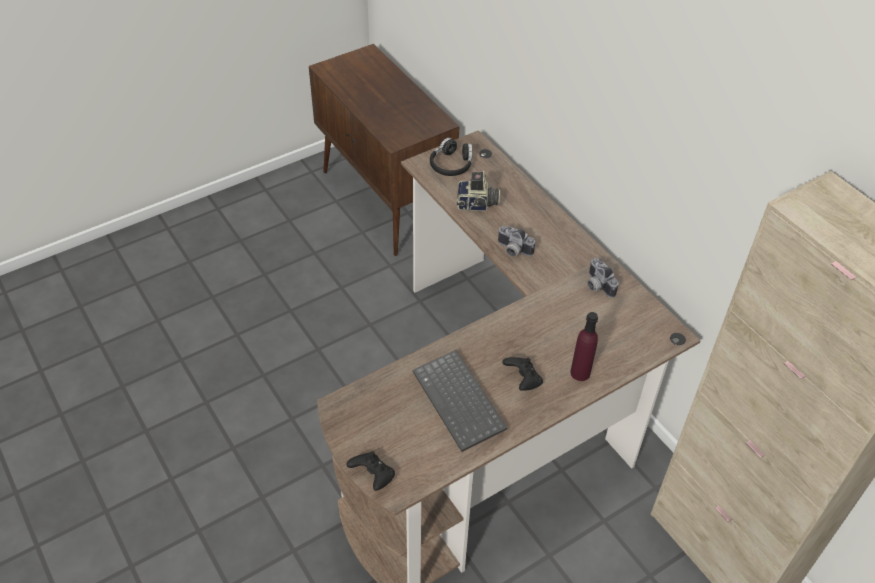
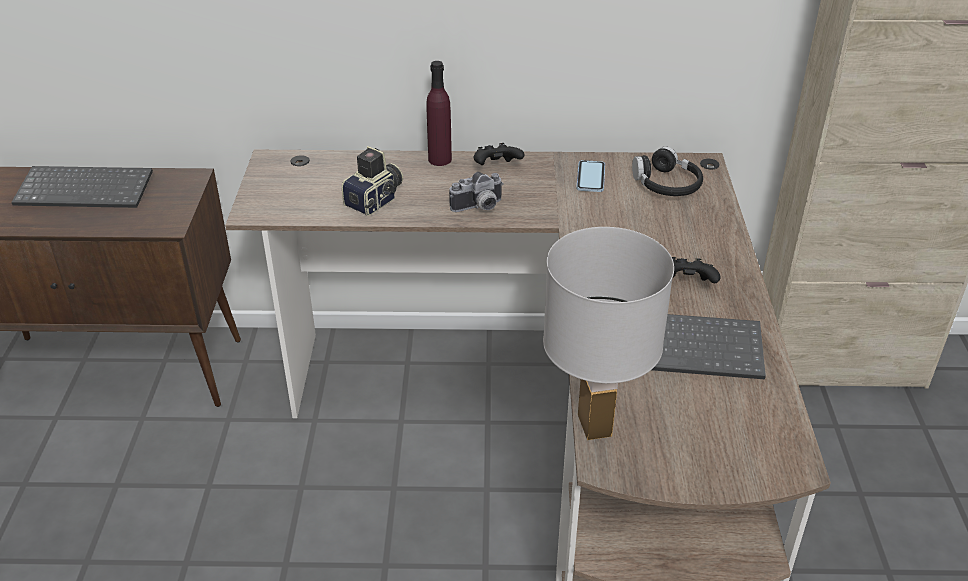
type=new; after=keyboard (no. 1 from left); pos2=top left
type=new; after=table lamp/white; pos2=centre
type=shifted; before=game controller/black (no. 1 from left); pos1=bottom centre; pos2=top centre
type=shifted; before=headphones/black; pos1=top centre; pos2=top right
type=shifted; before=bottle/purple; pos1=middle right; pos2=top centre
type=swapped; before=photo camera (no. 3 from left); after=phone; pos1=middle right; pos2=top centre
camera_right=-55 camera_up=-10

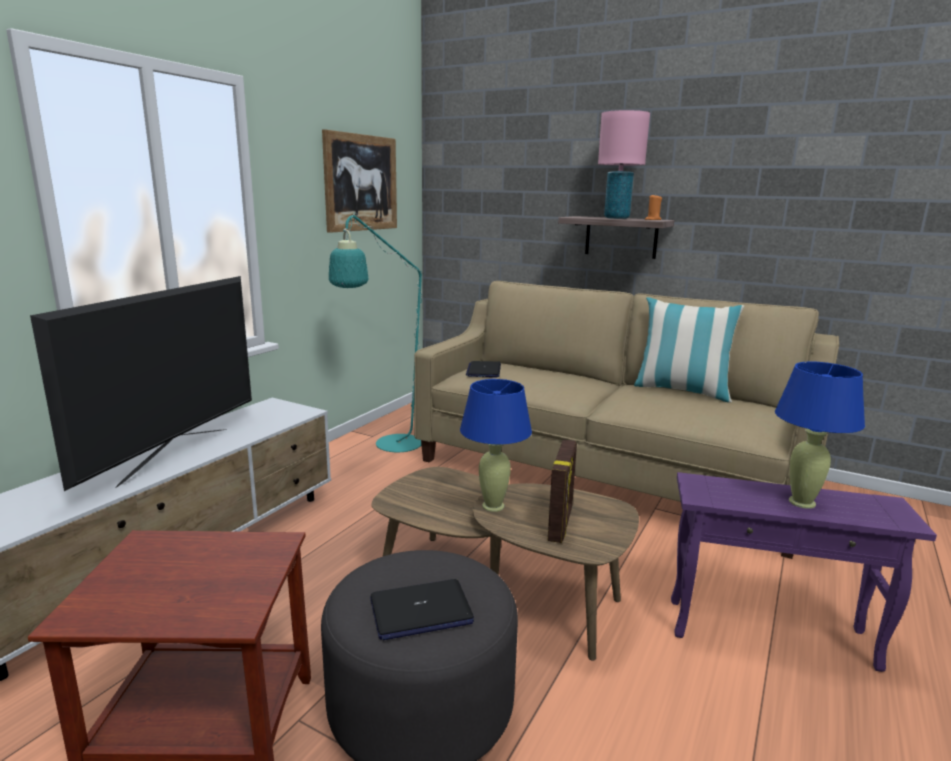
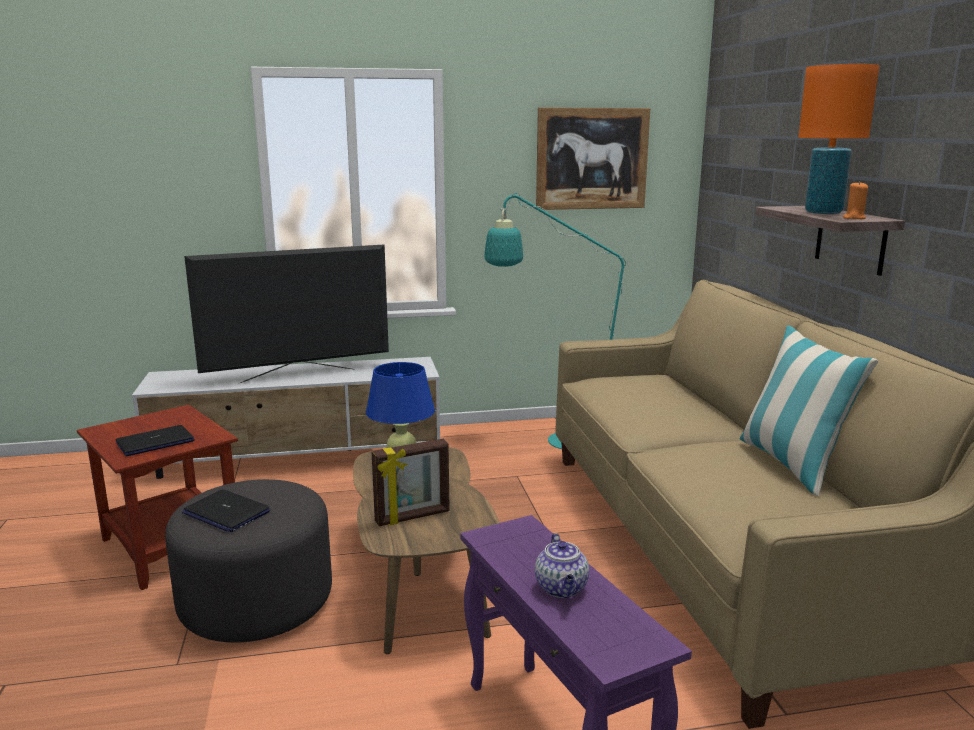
type=shifted; before=laptop (no. 2 from left in the first image); after=laptop (no. 1 from left); pos1=centre; pos2=middle left
type=swapped; before=table lamp/blue (no. 2 from left); after=teapot; pos1=middle right; pos2=bottom centre
type=repainted; before=table lamp/pink; after=table lamp/orange; pos1=top centre; pos2=top right
camera_right=50 camera_up=0

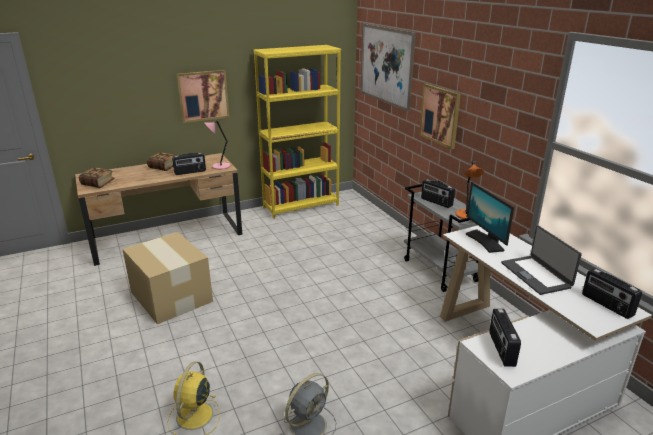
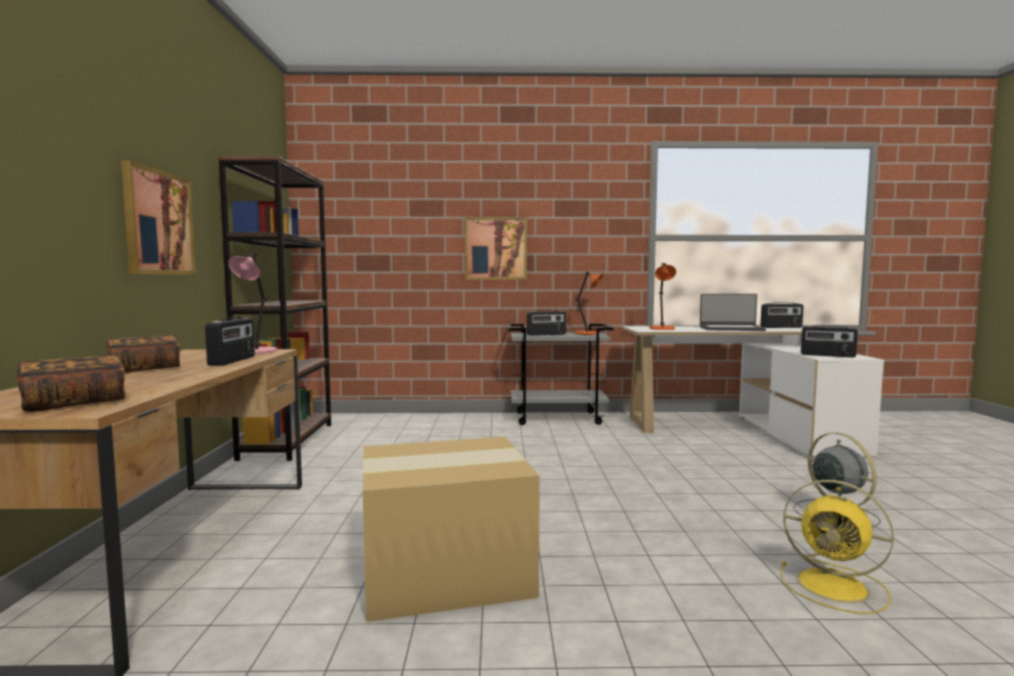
type=gone; before=picture (no. 2 from left); pos1=top centre
type=swapped; before=monitor; after=table lamp/orange (no. 2 from left); pos1=middle right; pos2=centre
type=repainted; before=bookcase/yellow; after=bookcase/brown; pos1=top centre; pos2=middle left
camera_right=-65 camera_up=-20

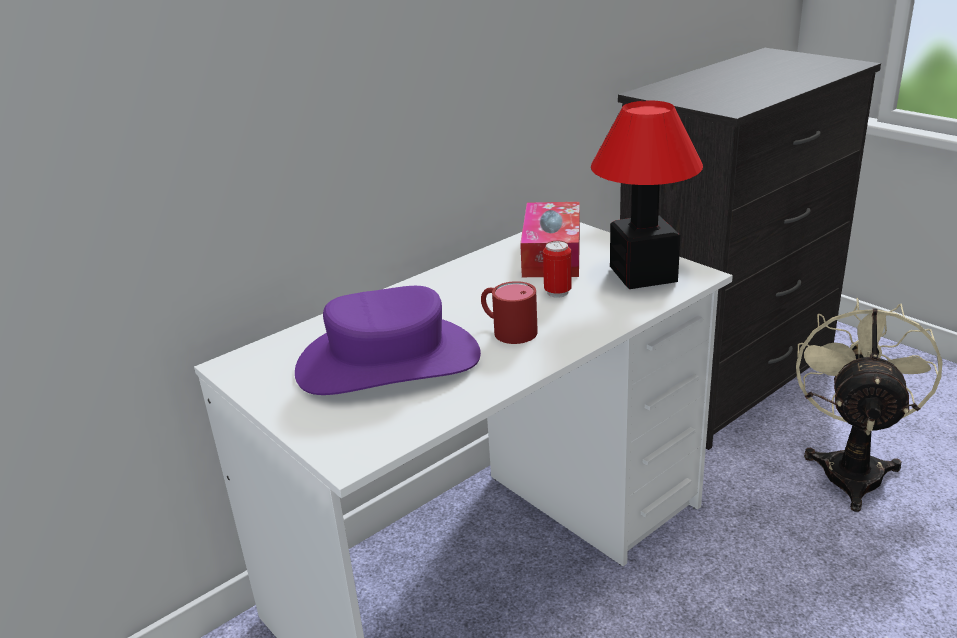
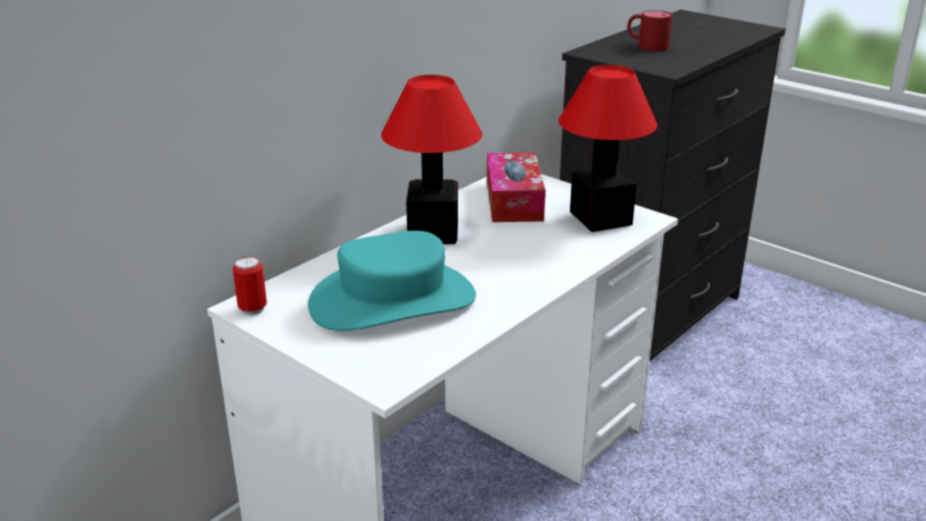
type=gone; before=fan/beige; pos1=middle right
type=new; after=table lamp (no. 1 from left); pos2=top centre
type=shifted; before=mug/red; pos1=centre; pos2=top right
type=shifted; before=can; pos1=centre; pos2=middle left
type=repainted; before=hat/purple; after=hat/turquoise; pos1=centre; pos2=centre
camera_right=-10 camera_up=0

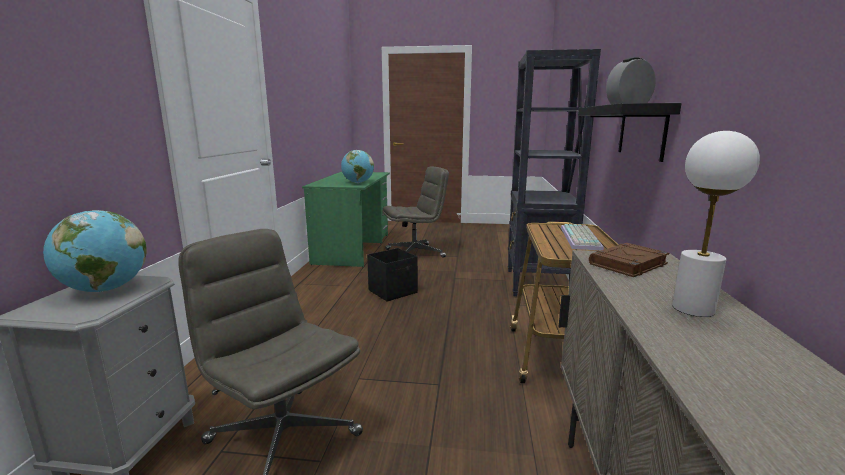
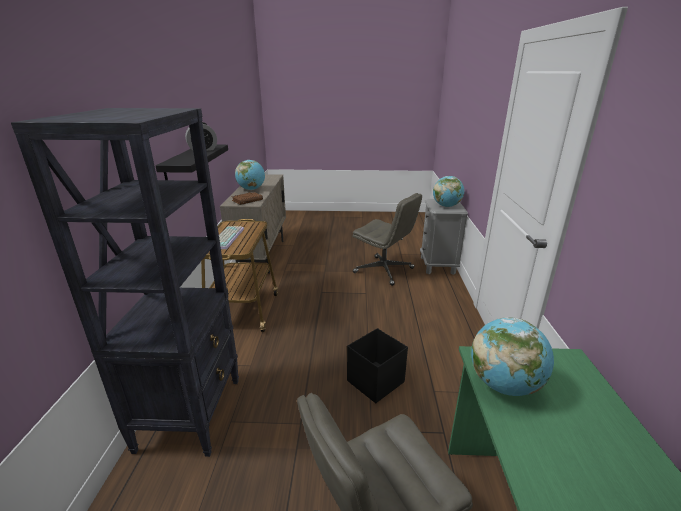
type=swapped; before=table lamp/white; after=globe (no. 1 from left); pos1=middle right; pos2=centre
camera_right=175 camera_up=10

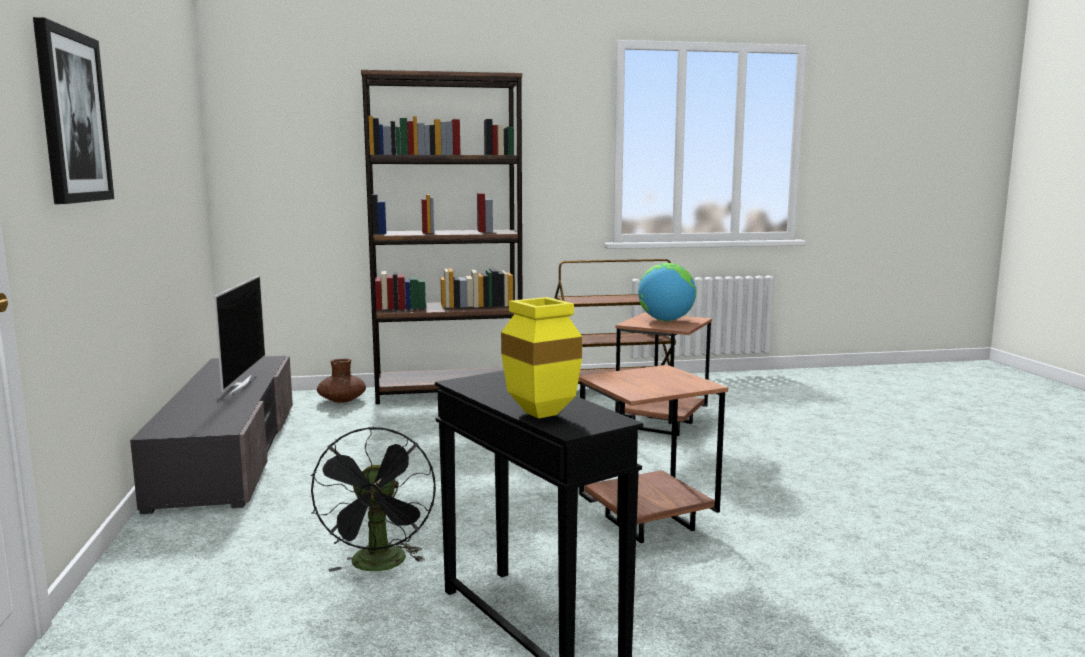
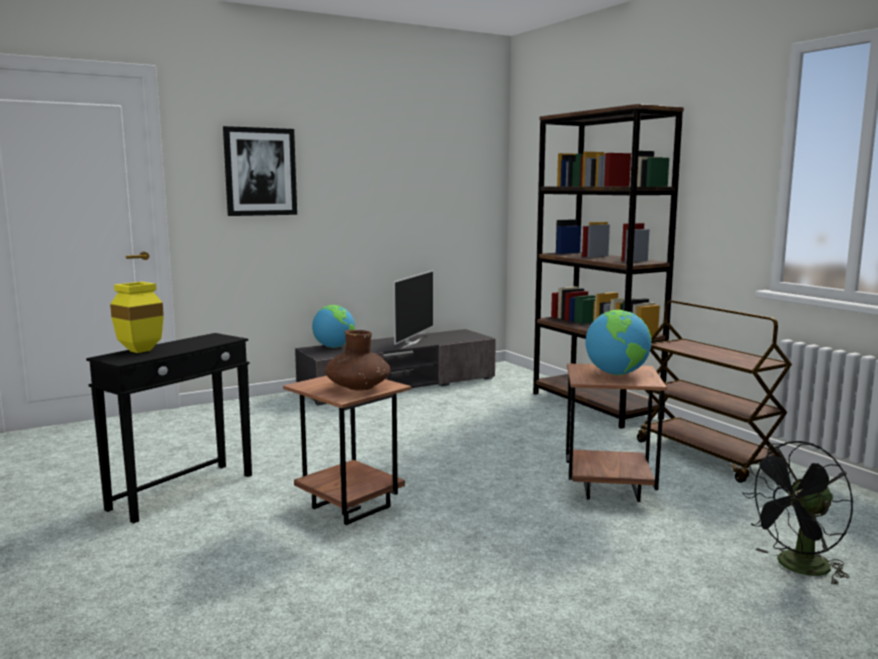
type=new; after=globe (no. 1 from left); pos2=centre
type=shifted; before=fan/black; pos1=bottom centre; pos2=bottom right
type=shifted; before=vase/brown; pos1=middle left; pos2=centre
type=rotated; before=television; pos1=middle left; pos2=centre; turn=-45
camera_right=70 camera_up=0

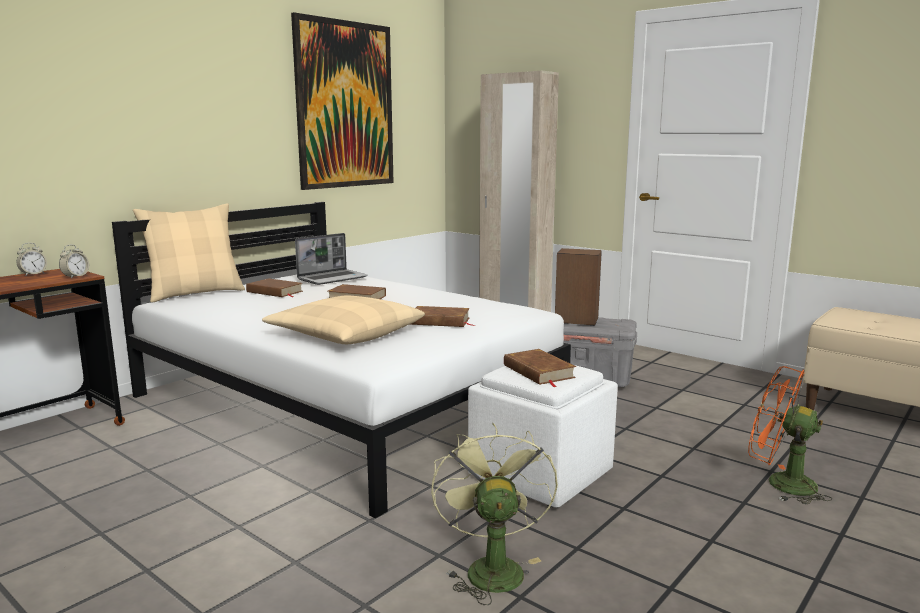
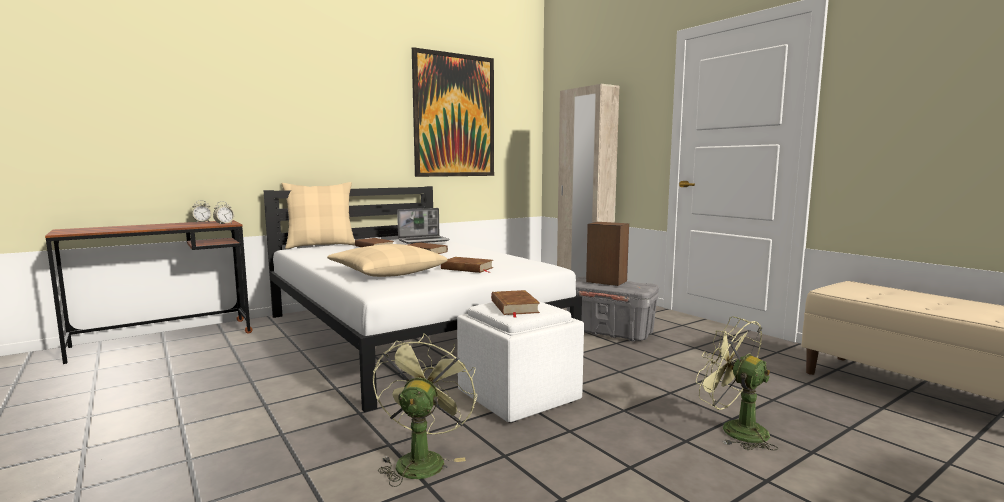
type=repainted; before=fan/orange; after=fan/green (no. 2 from left); pos1=bottom right; pos2=bottom right
camera_right=15 camera_up=-5

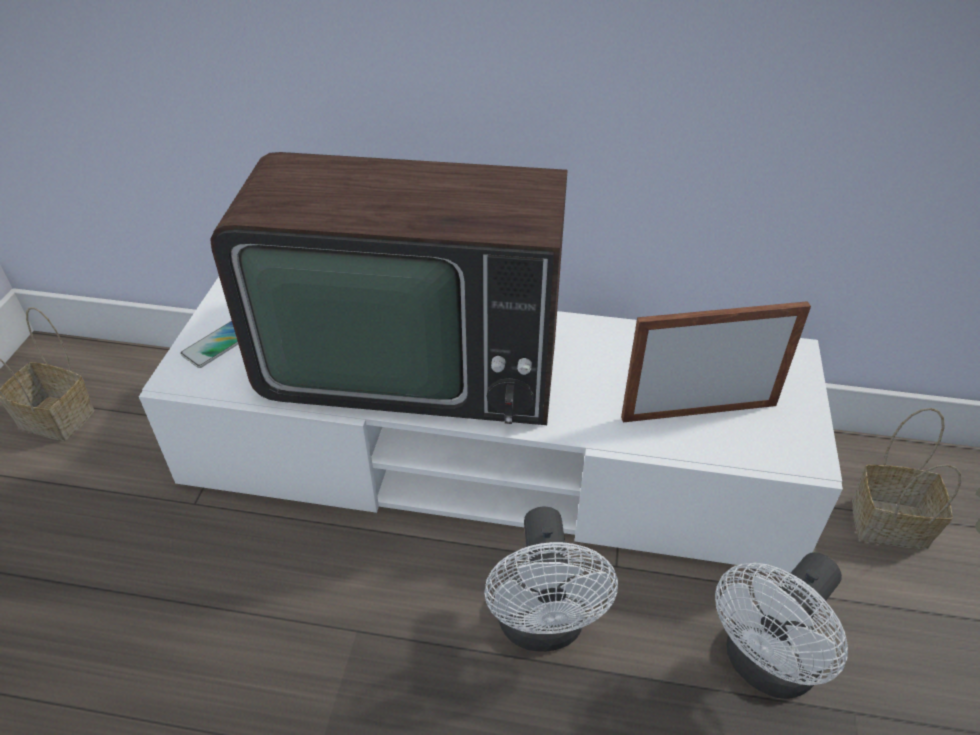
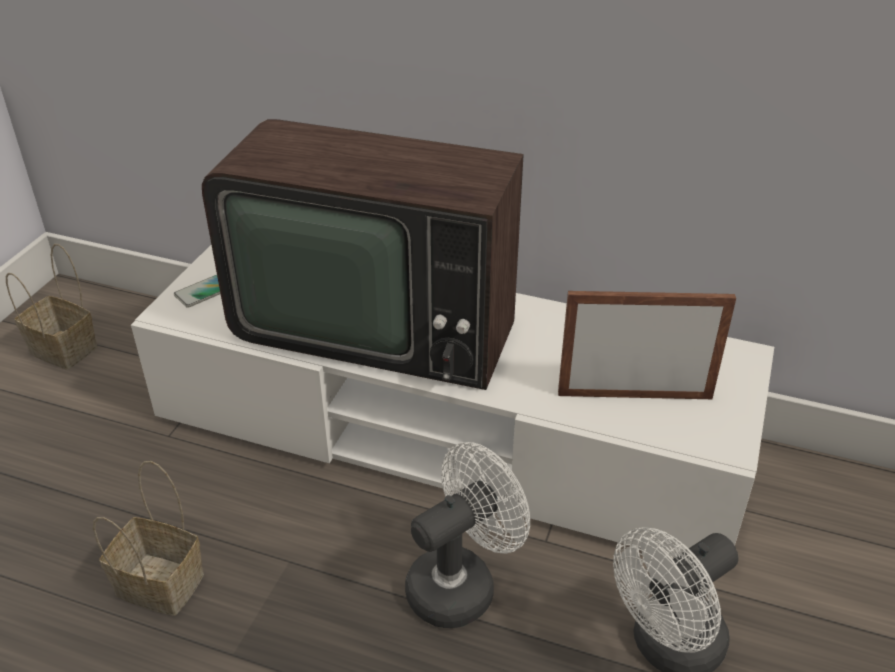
type=shifted; before=basket (no. 2 from left); pos1=middle right; pos2=bottom left
type=rotated; before=fan/white (no. 1 from left); pos1=bottom centre; pos2=bottom centre; turn=-135
camera_right=10 camera_up=-5

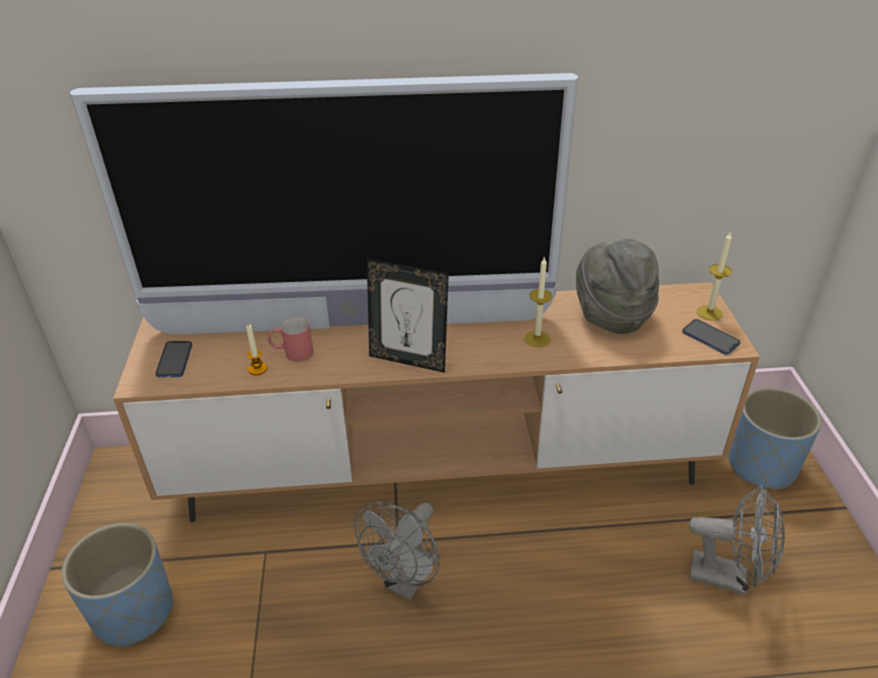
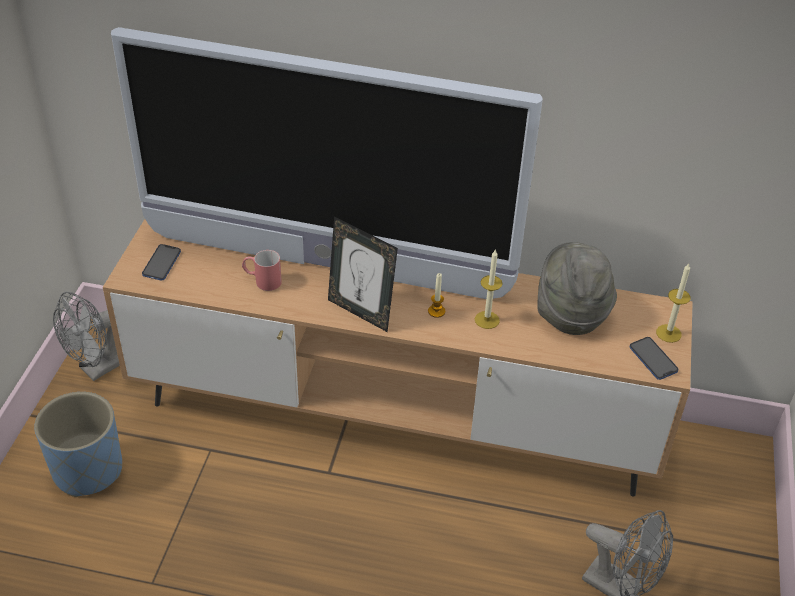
type=gone; before=planter/blue (no. 2 from left); pos1=middle right
type=shifted; before=candle (no. 1 from left); pos1=middle left; pos2=centre
type=shifted; before=fan/grey (no. 1 from left); pos1=bottom centre; pos2=middle left
camera_right=15 camera_up=5

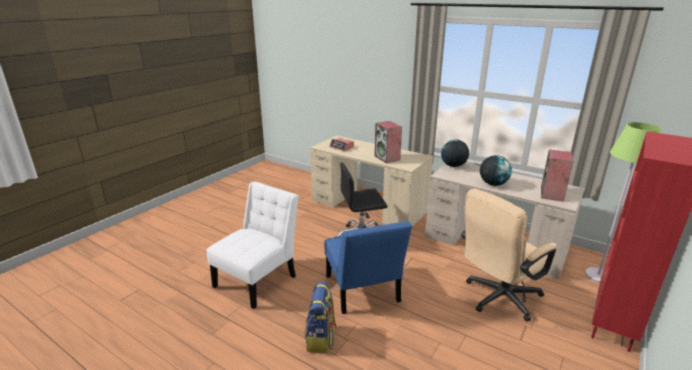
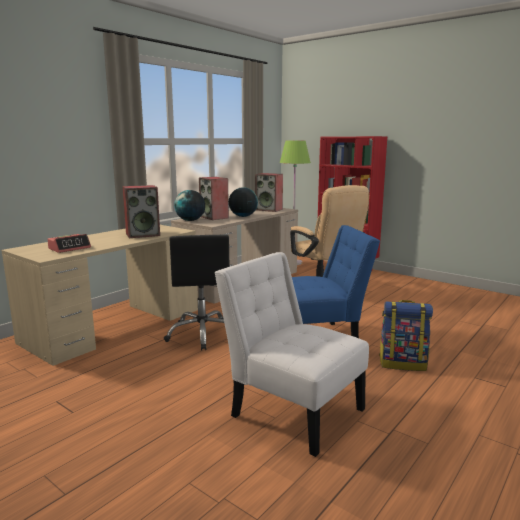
type=new; after=speaker (no. 2 from left); pos2=centre
camera_right=-85 camera_up=-10

